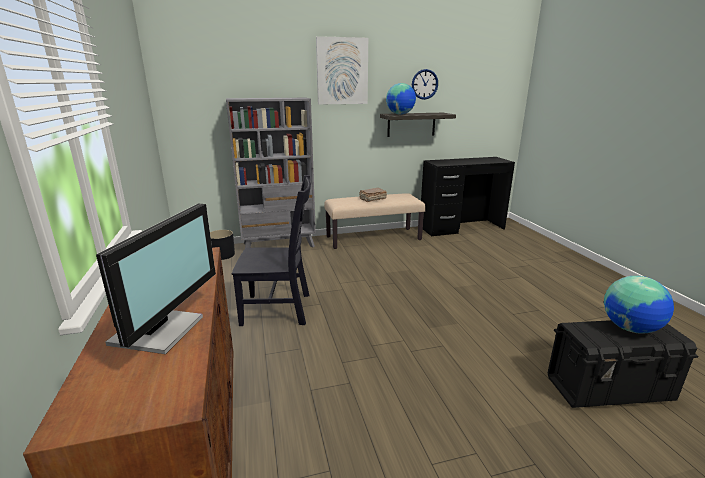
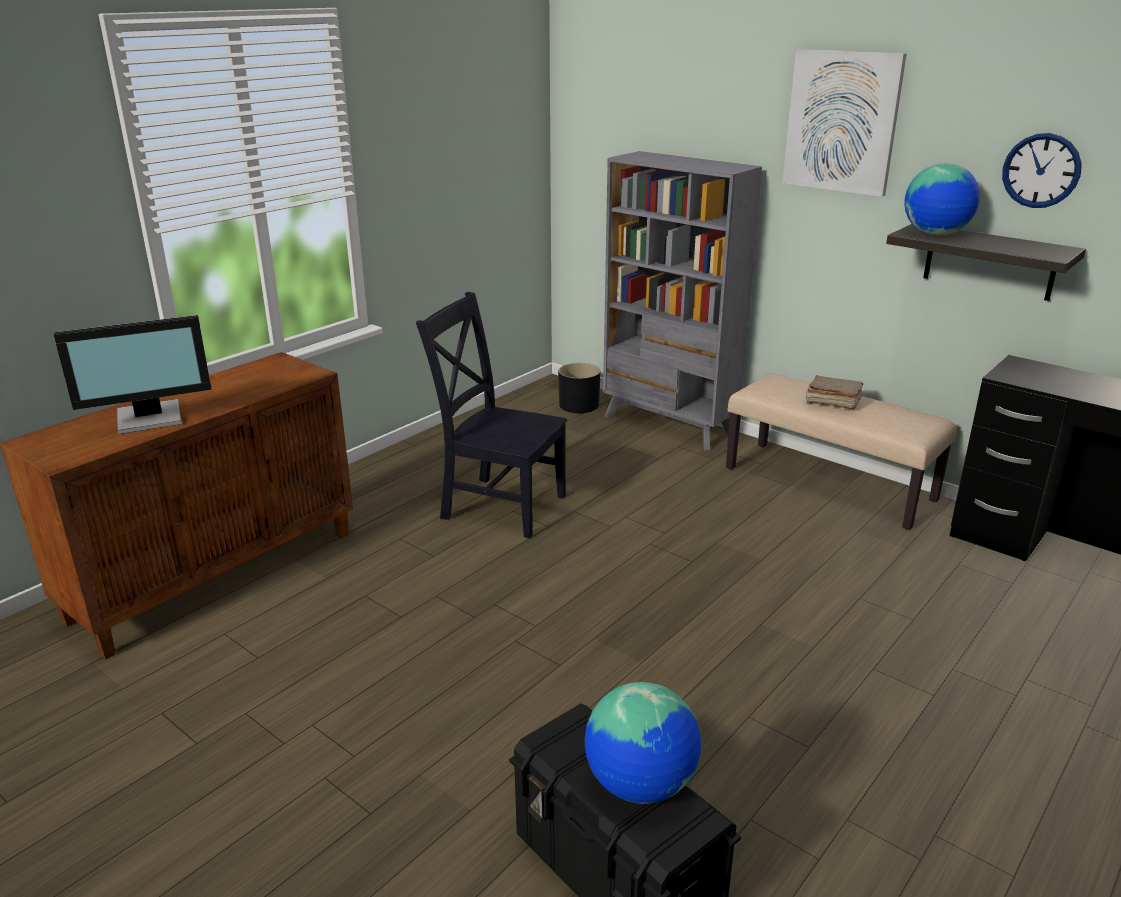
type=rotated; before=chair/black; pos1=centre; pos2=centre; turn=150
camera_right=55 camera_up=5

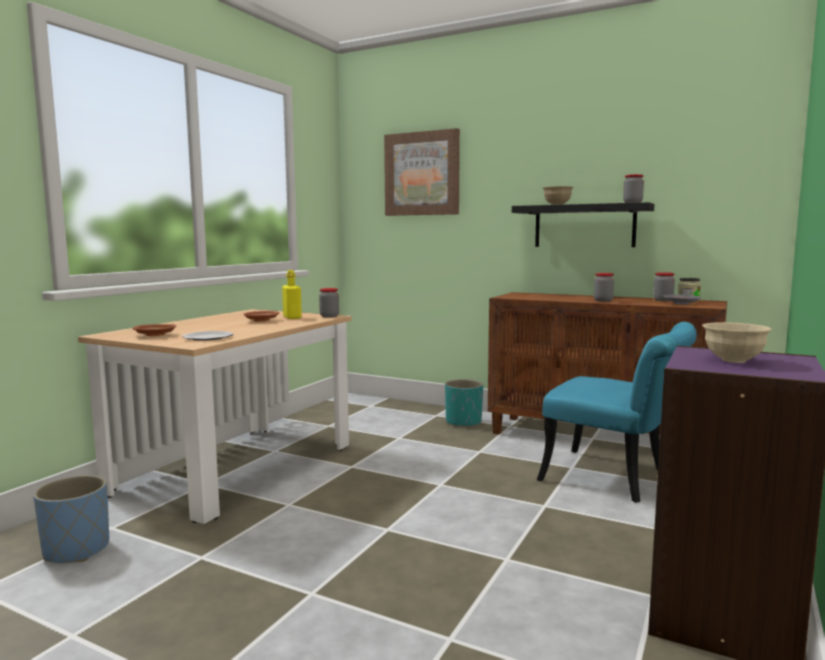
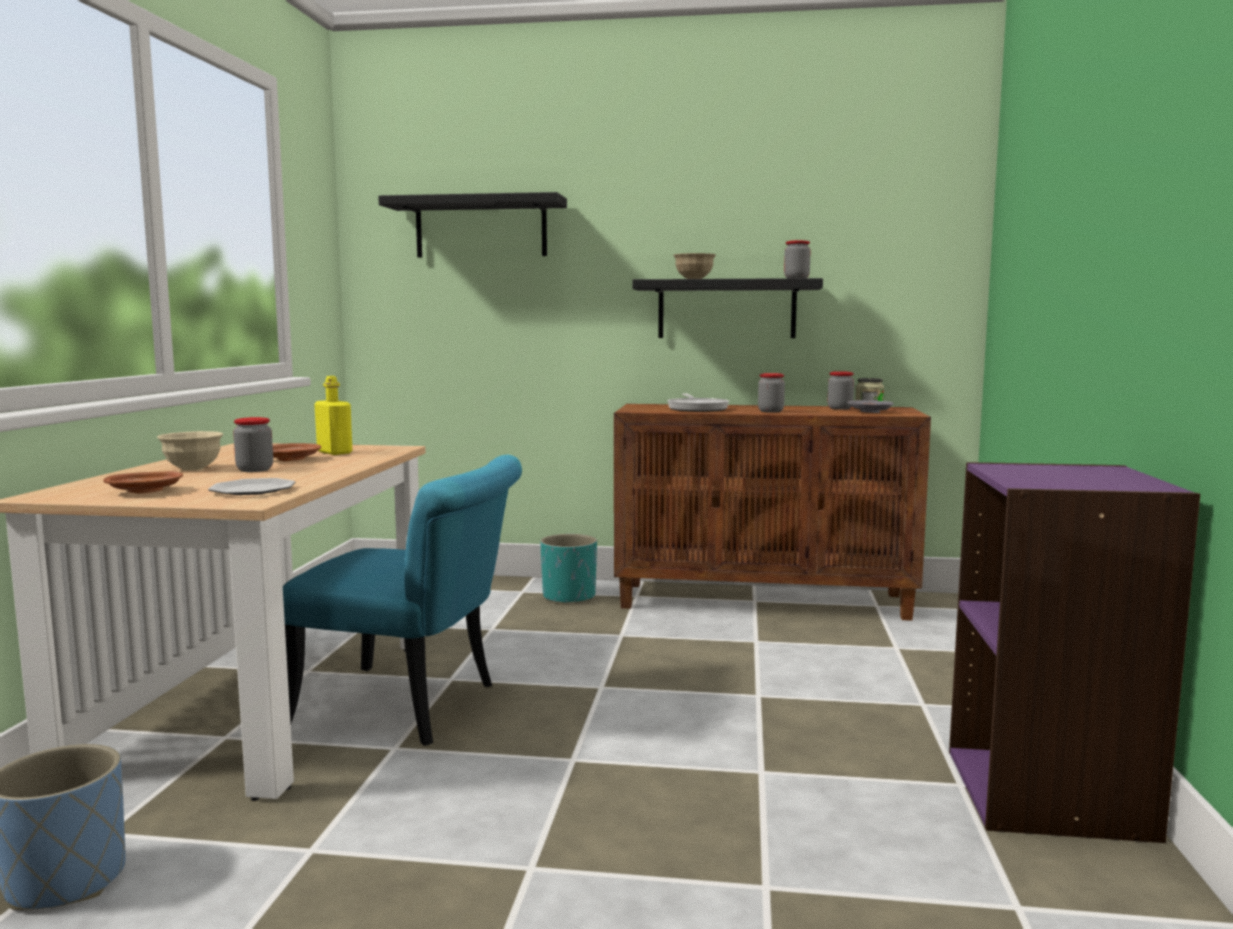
type=new; after=frying pan; pos2=centre
type=shifted; before=jar (no. 1 from left); pos1=centre; pos2=middle left
type=shifted; before=chair/turquoise; pos1=middle right; pos2=middle left
type=shifted; before=bowl/beige (no. 2 from left in the first image); after=bowl/beige (no. 1 from left); pos1=middle right; pos2=middle left
type=swapped; before=picture; after=shelf/black (no. 1 from left); pos1=top centre; pos2=top centre
camera_right=-20 camera_up=0

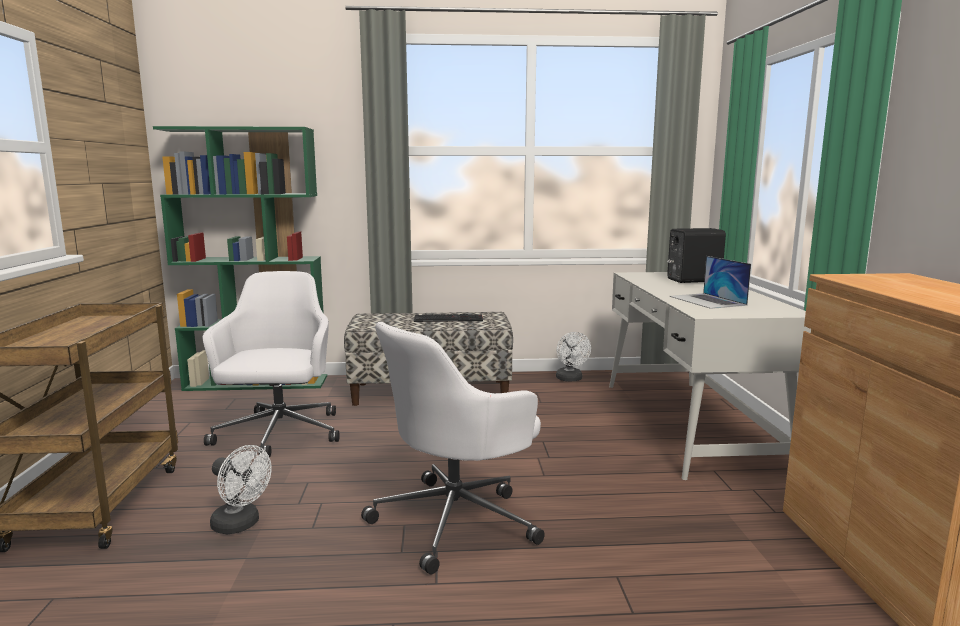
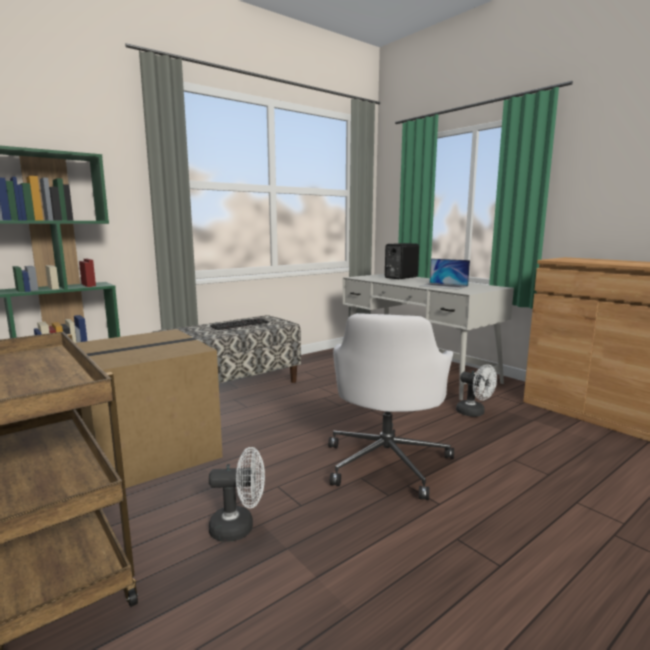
type=shifted; before=fan/white (no. 2 from left); pos1=centre; pos2=middle right
type=swapped; before=office chair/white (no. 1 from left); after=cardboard box; pos1=middle left; pos2=middle left
camera_right=-35 camera_up=0

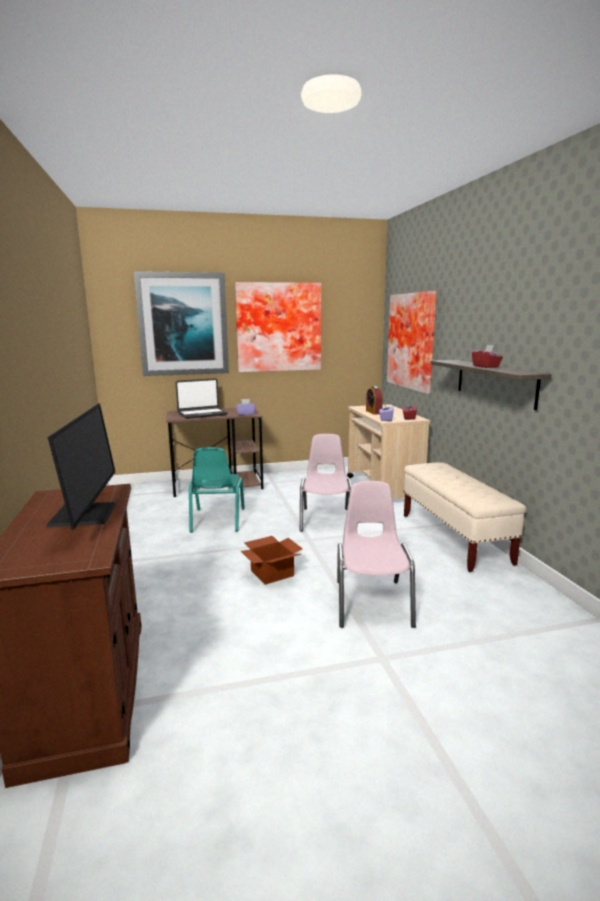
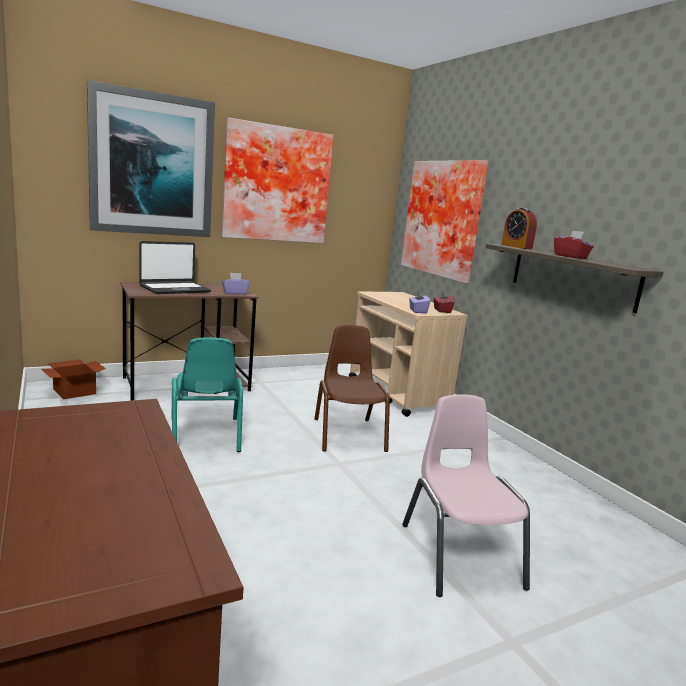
type=gone; before=monitor; pos1=middle left
type=gone; before=bench/beige; pos1=middle right
type=shifted; before=cardboard box; pos1=centre; pos2=middle left
type=shifted; before=alarm clock; pos1=centre; pos2=top right
type=repainted; before=chair/pink (no. 1 from left); after=chair/brown; pos1=centre; pos2=centre
camera_right=-15 camera_up=0

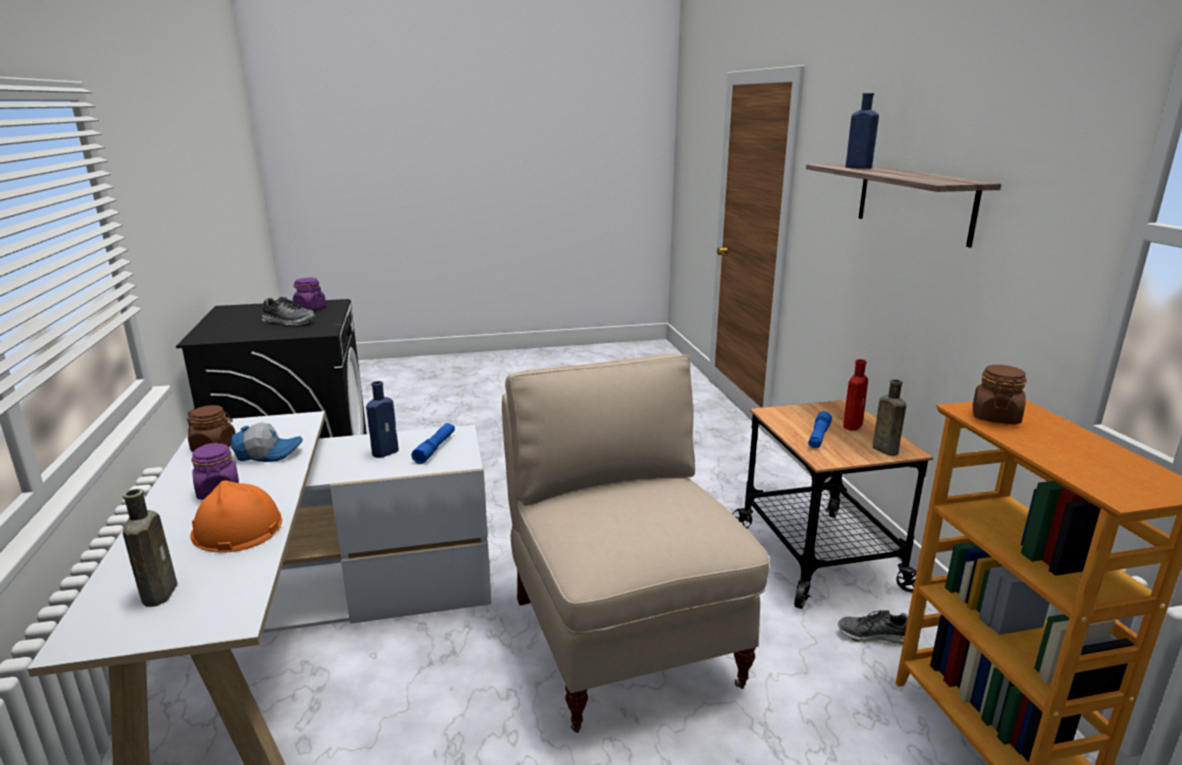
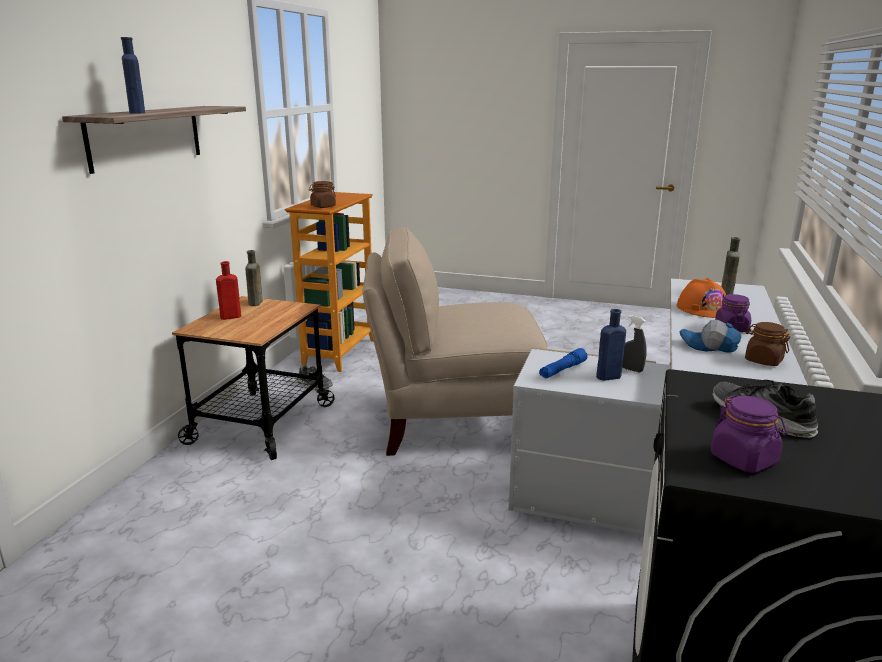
type=gone; before=flashlight/blue (no. 2 from left); pos1=middle right
type=new; after=spray bottle/grey; pos2=middle right
type=rotated; before=chair/beige; pos1=bottom centre; pos2=centre; turn=75
camera_right=-150 camera_up=0

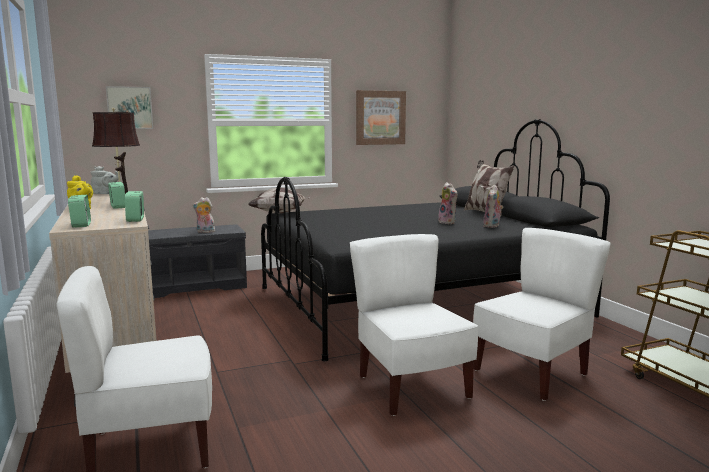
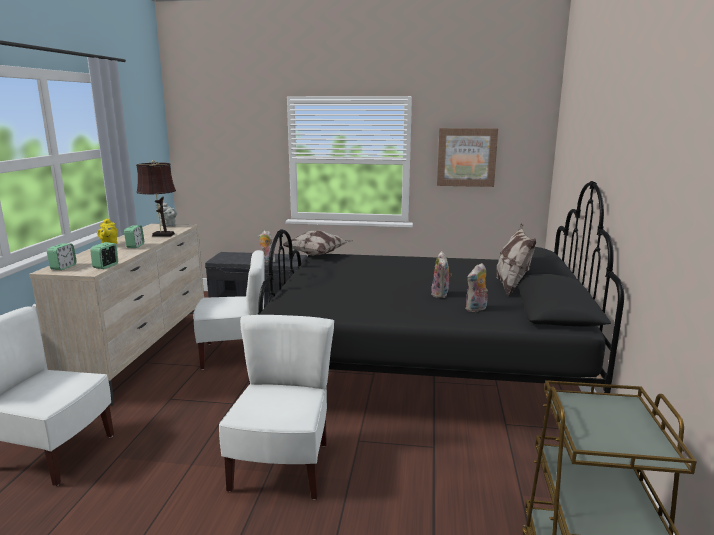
type=gone; before=picture (no. 1 from left); pos1=top left
type=shifted; before=chair/white (no. 3 from left in the first image); after=chair/white (no. 2 from left); pos1=middle right; pos2=middle left
camera_right=30 camera_up=5

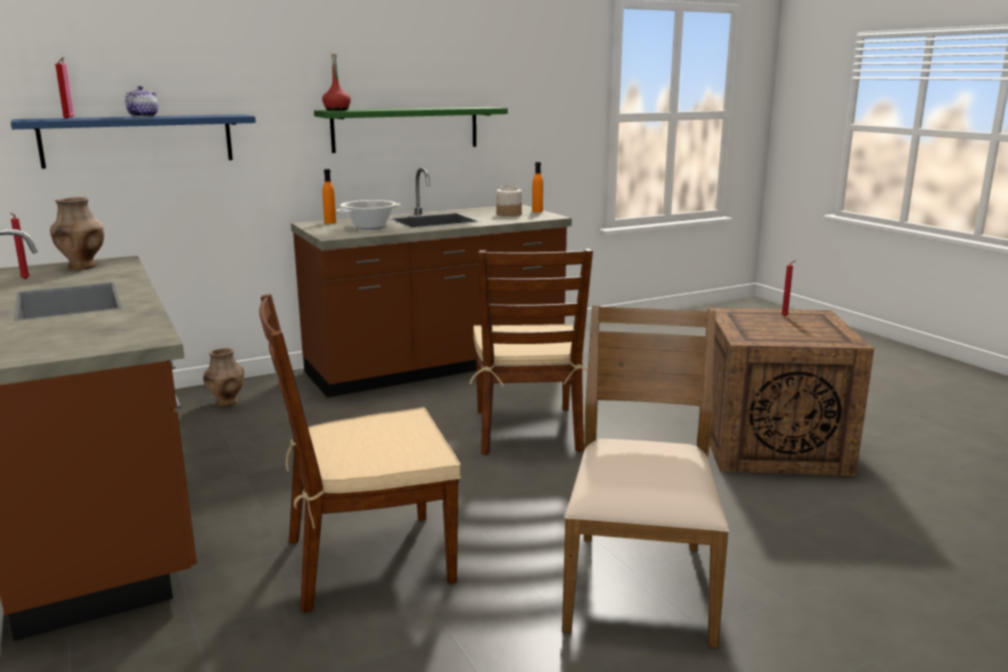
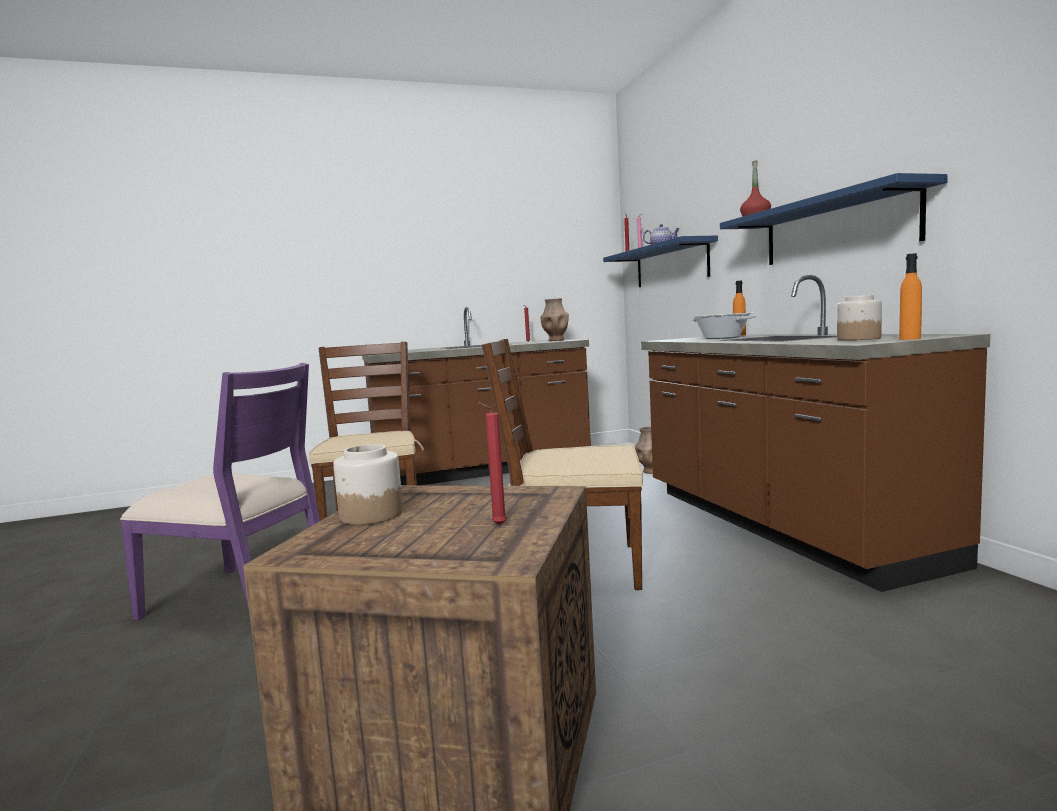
type=new; after=jar (no. 1 from left); pos2=centre
type=repainted; before=shelf/green; after=shelf/blue (no. 2 from left); pos1=top centre; pos2=top right
type=repainted; before=chair/brown (no. 3 from left); after=chair/purple; pos1=bottom centre; pos2=middle left
camera_right=100 camera_up=-10

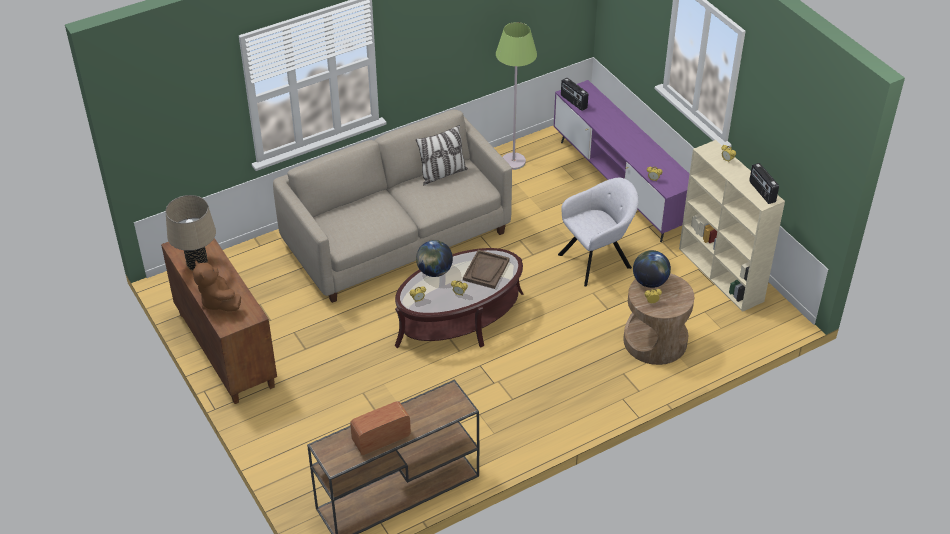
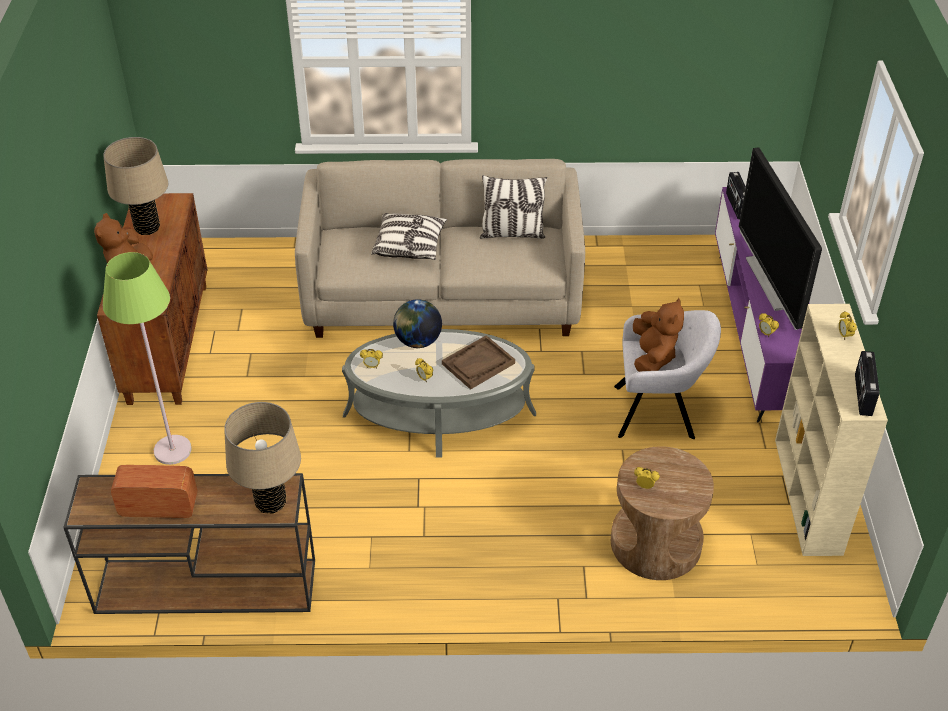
type=gone; before=globe (no. 2 from left); pos1=middle right
type=new; after=table lamp/beige (no. 2 from left); pos2=middle left
type=new; after=pillow (no. 1 from left); pos2=top centre
type=new; after=plush toy/brown (no. 2 from left); pos2=middle right
type=new; after=television; pos2=middle right
type=shifted; before=floor lamp/green; pos1=top centre; pos2=middle left
type=repainted; before=coffee table/brown; after=coffee table/grey; pos1=centre; pos2=centre
camera_right=30 camera_up=0

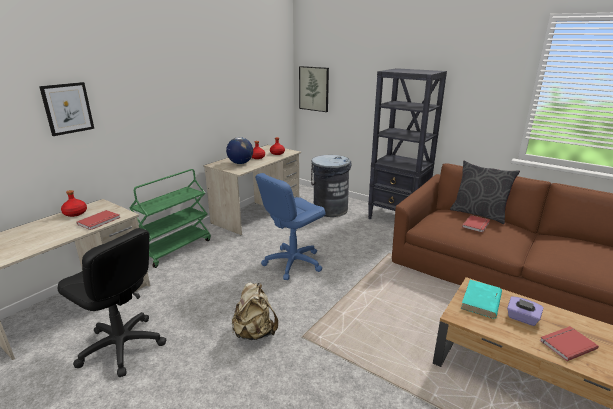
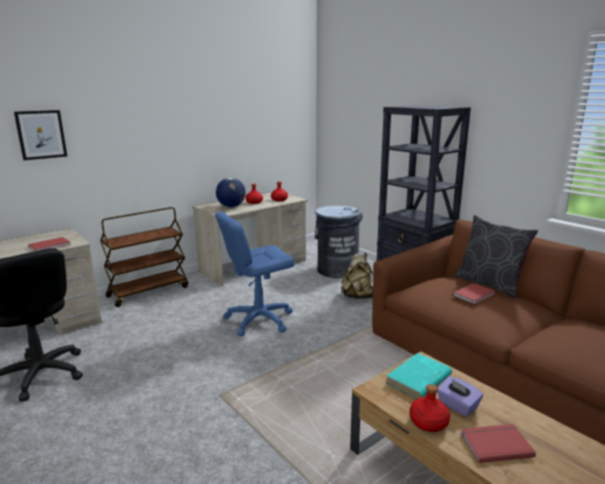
type=gone; before=picture (no. 2 from left); pos1=top centre
type=shifted; before=bottle/red (no. 1 from left in the first image); after=bottle/red (no. 3 from left); pos1=middle left; pos2=bottom right
type=shifted; before=backpack/beige; pos1=bottom centre; pos2=centre
type=repainted; before=cart/green; after=cart/brown; pos1=middle left; pos2=middle left
camera_right=15 camera_up=-5

